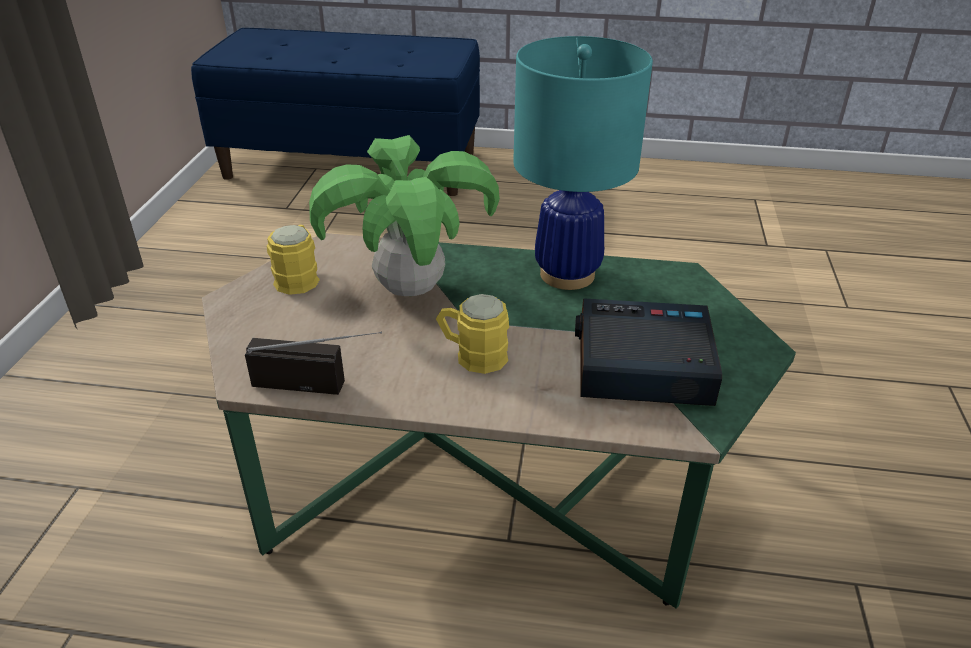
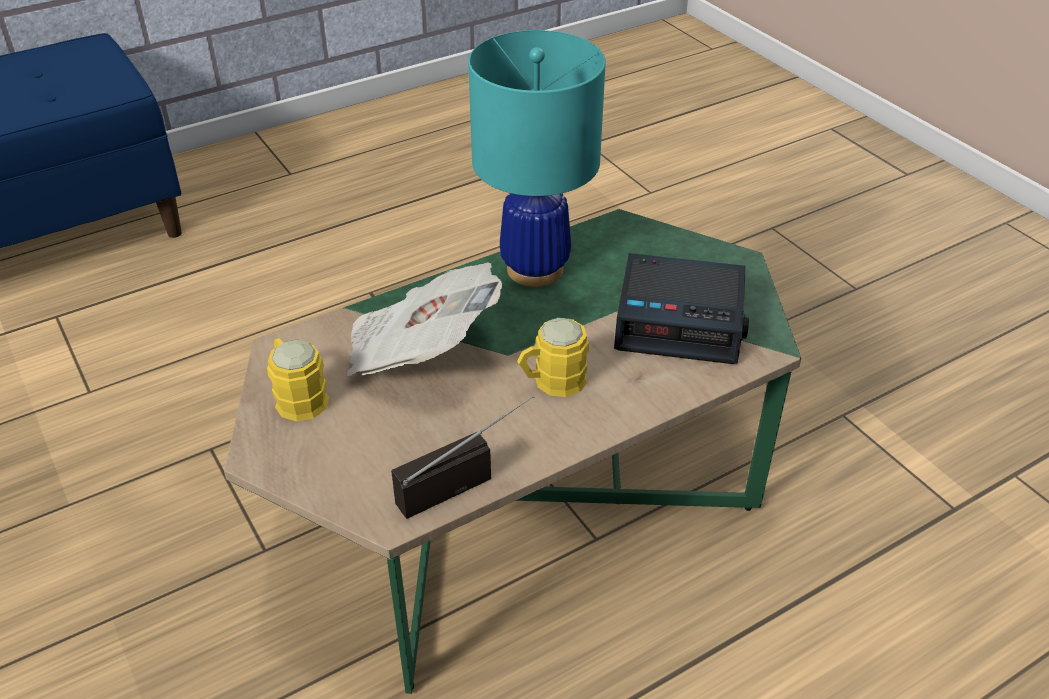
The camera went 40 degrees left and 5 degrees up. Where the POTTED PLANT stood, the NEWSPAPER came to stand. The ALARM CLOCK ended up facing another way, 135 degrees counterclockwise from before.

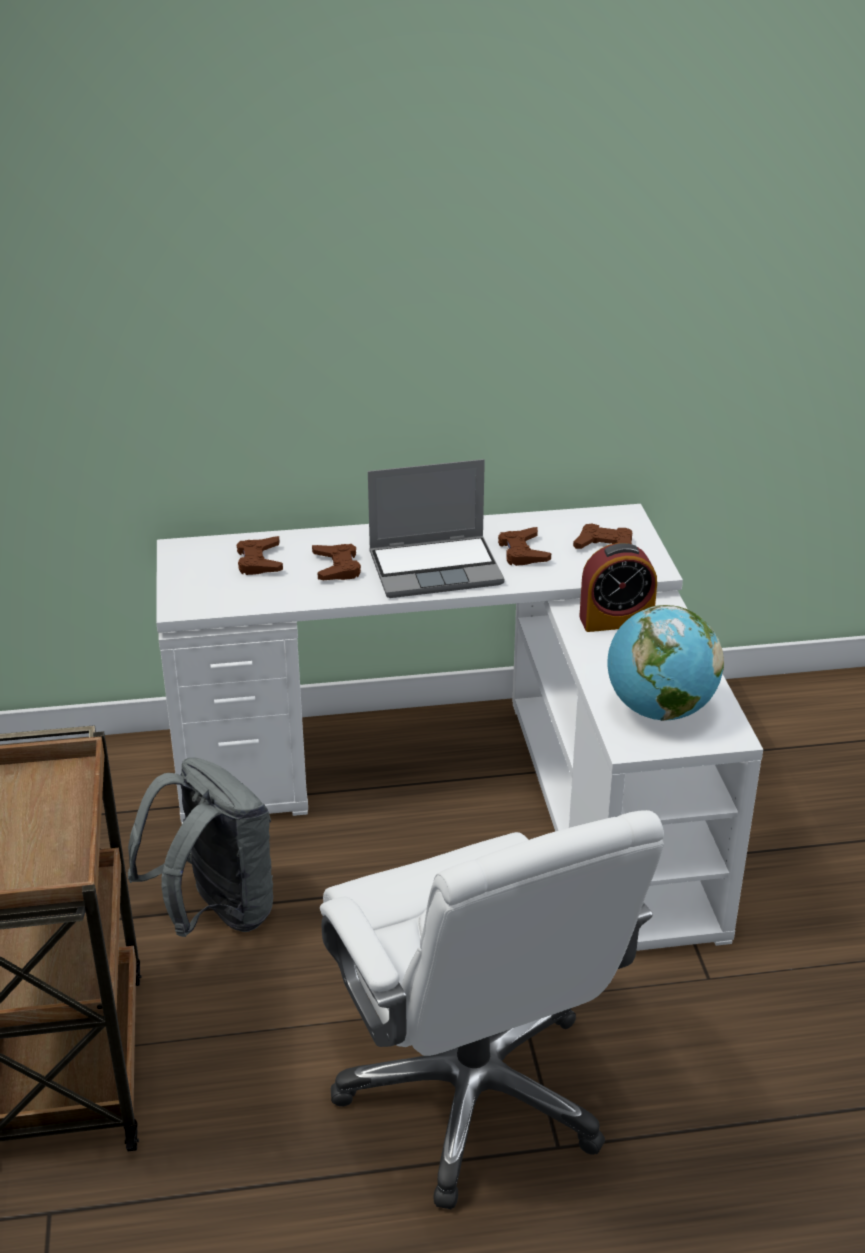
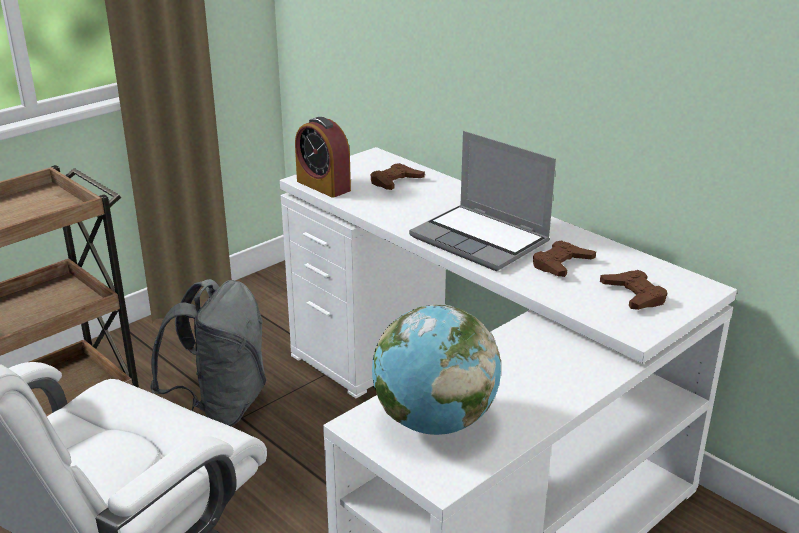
The camera went 55 degrees right and 5 degrees down. The second view lost the BROWN GAME CONTROLLER (no. 2 from left). The ALARM CLOCK ended up elsewhere.

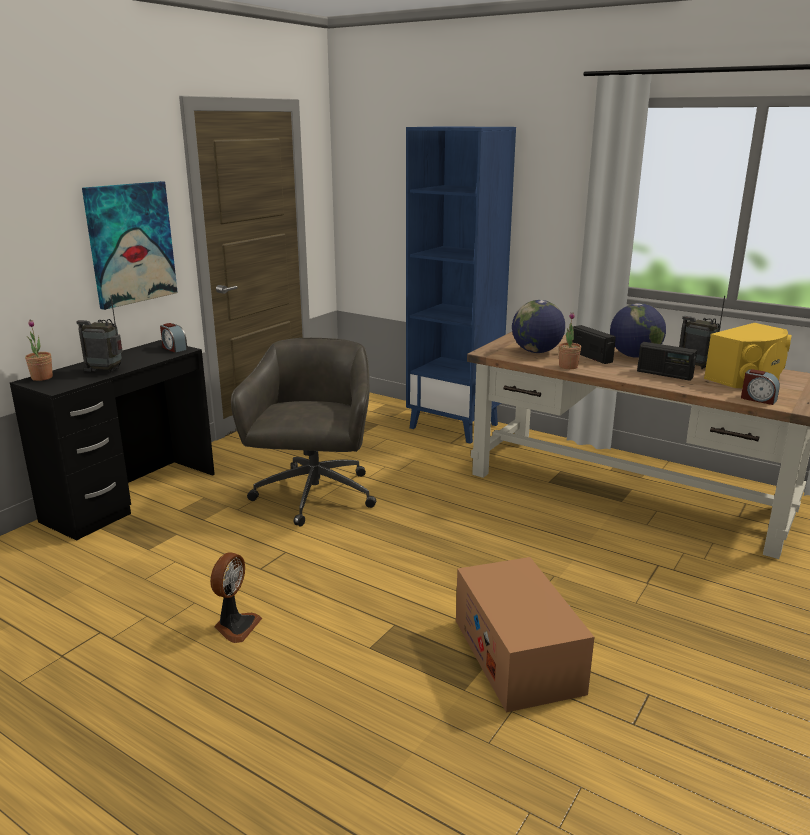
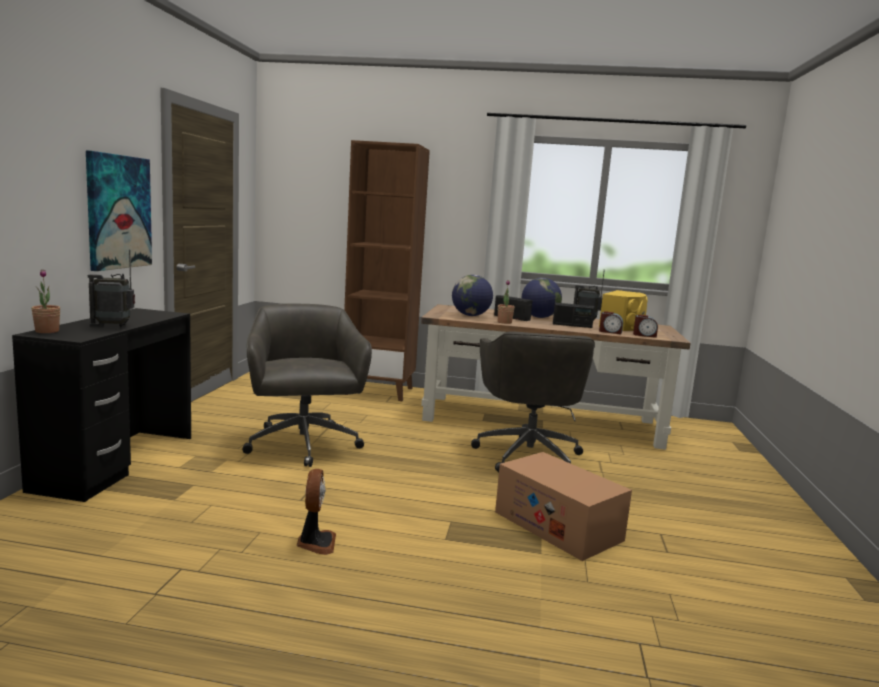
The camera went 25 degrees left and 10 degrees down. The ALARM CLOCK (no. 1 from left) ended up elsewhere. What was the BLUE BOOKCASE turned into the BROWN BOOKCASE. The second view gained the GREY OFFICE CHAIR (no. 2 from left).

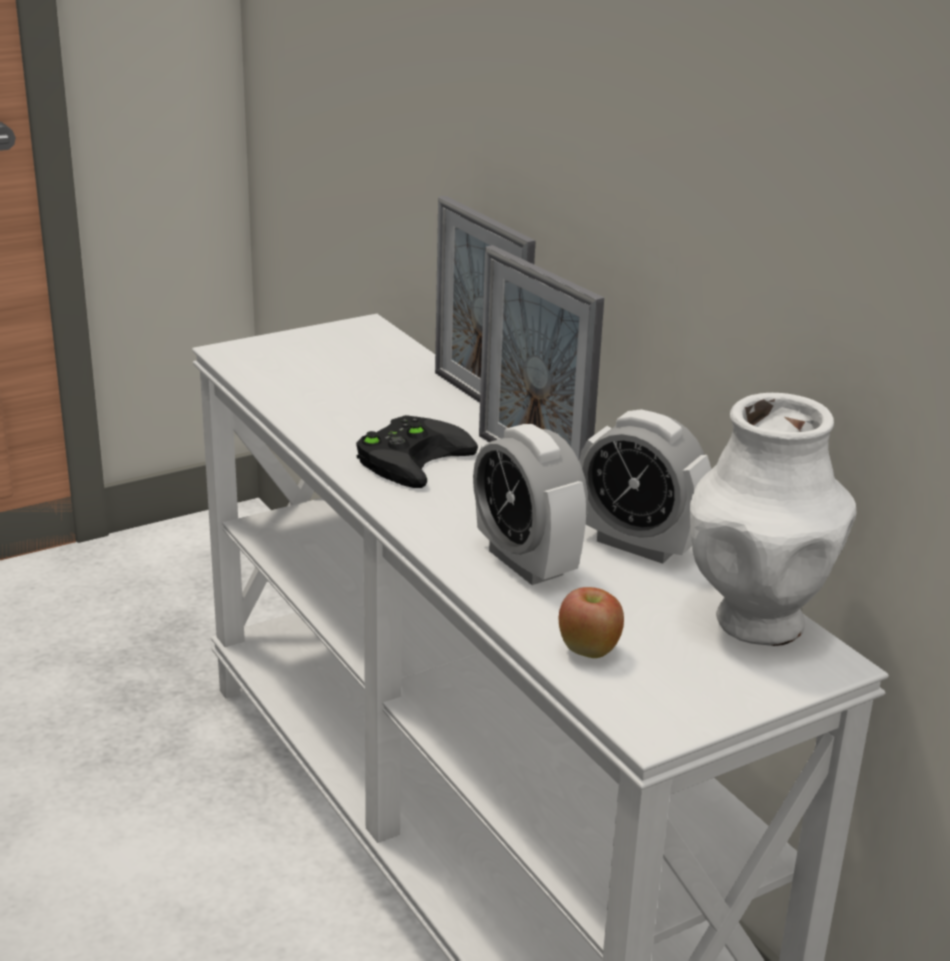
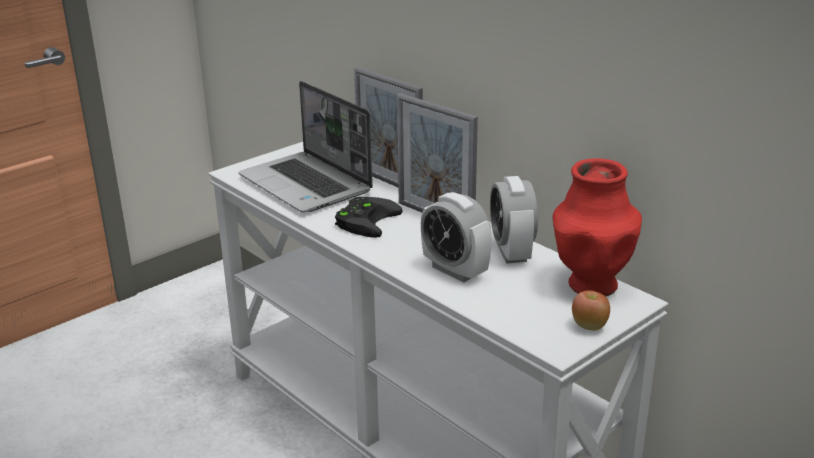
The camera went 10 degrees left and 0 degrees up. The APPLE ended up elsewhere. The ALARM CLOCK (no. 2 from left) ended up facing another way, 60 degrees clockwise from before. What was the WHITE VASE turned into the RED VASE. The second view gained the LAPTOP.

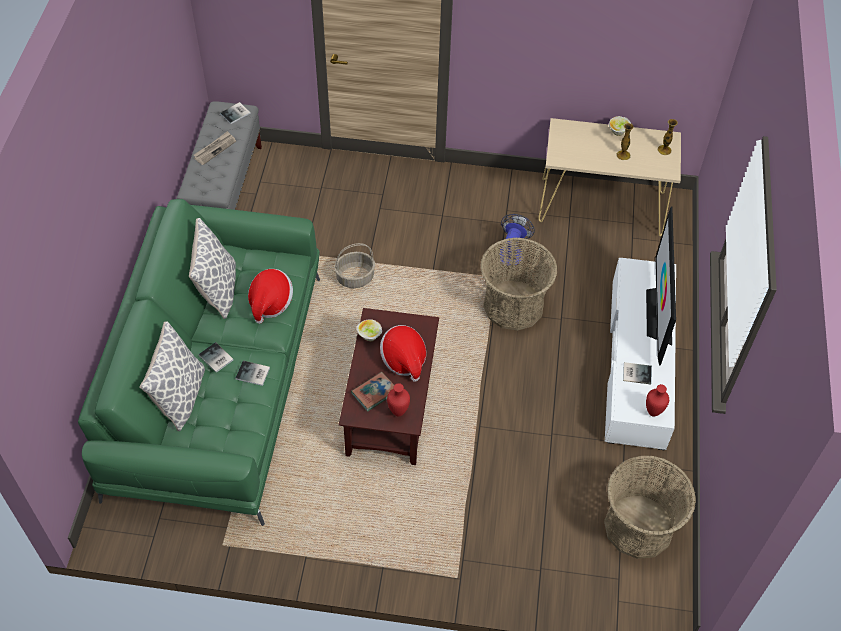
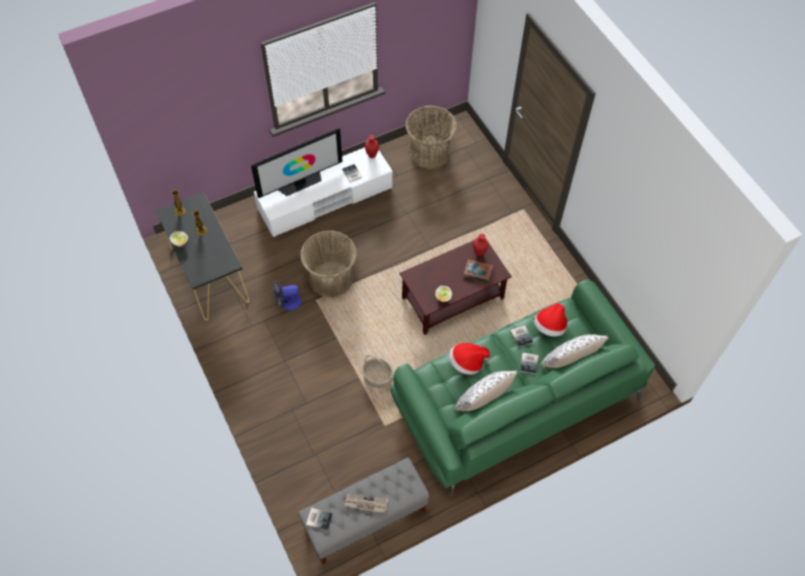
The camera went 125 degrees left and 5 degrees up. The HAT (no. 2 from left) ended up elsewhere. What was the BEIGE CONSOLE TABLE turned into the BLACK CONSOLE TABLE.

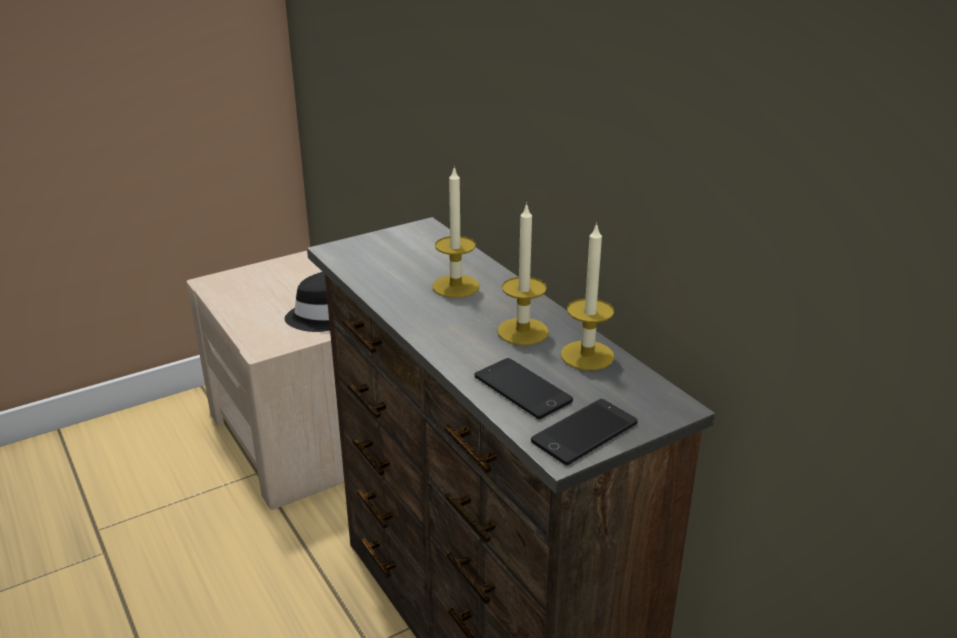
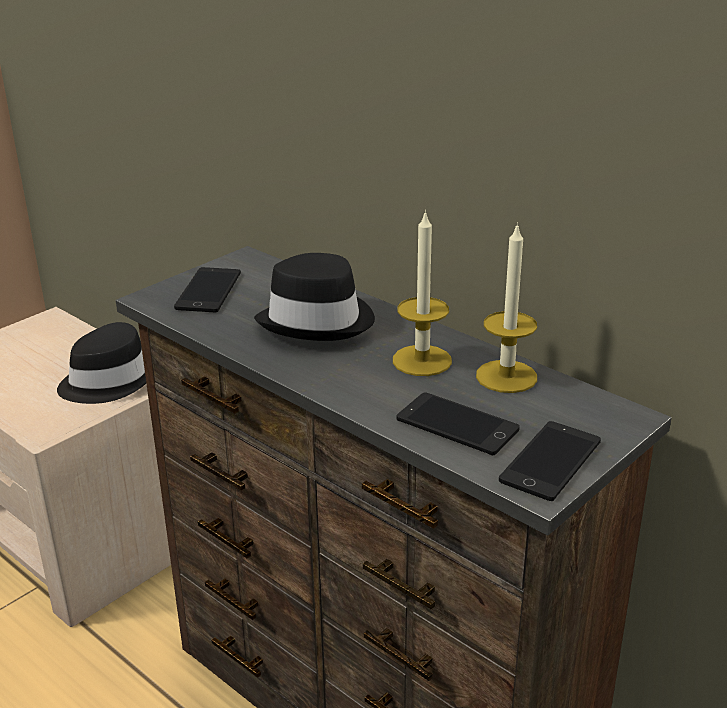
The camera went 15 degrees left and 0 degrees up. Where the CANDLE (no. 1 from left) stood, the BLACK HAT (no. 2 from left) came to stand. The second view gained the PHONE (no. 1 from left).

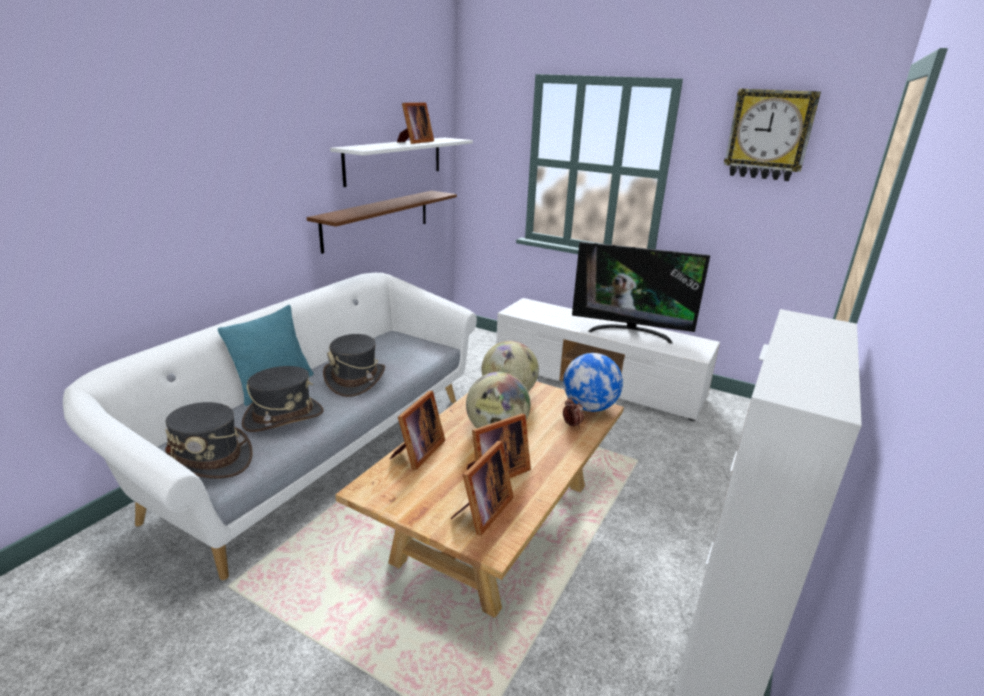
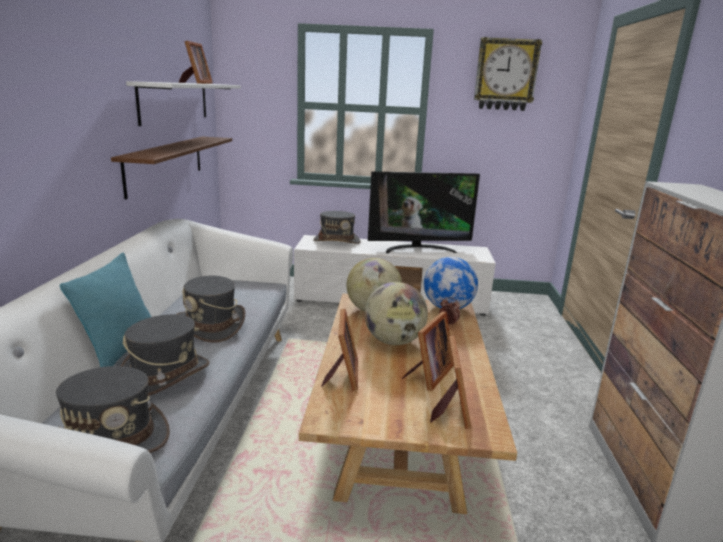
The camera went 25 degrees left and 5 degrees down. The second view gained the GREY HAT (no. 4 from left).

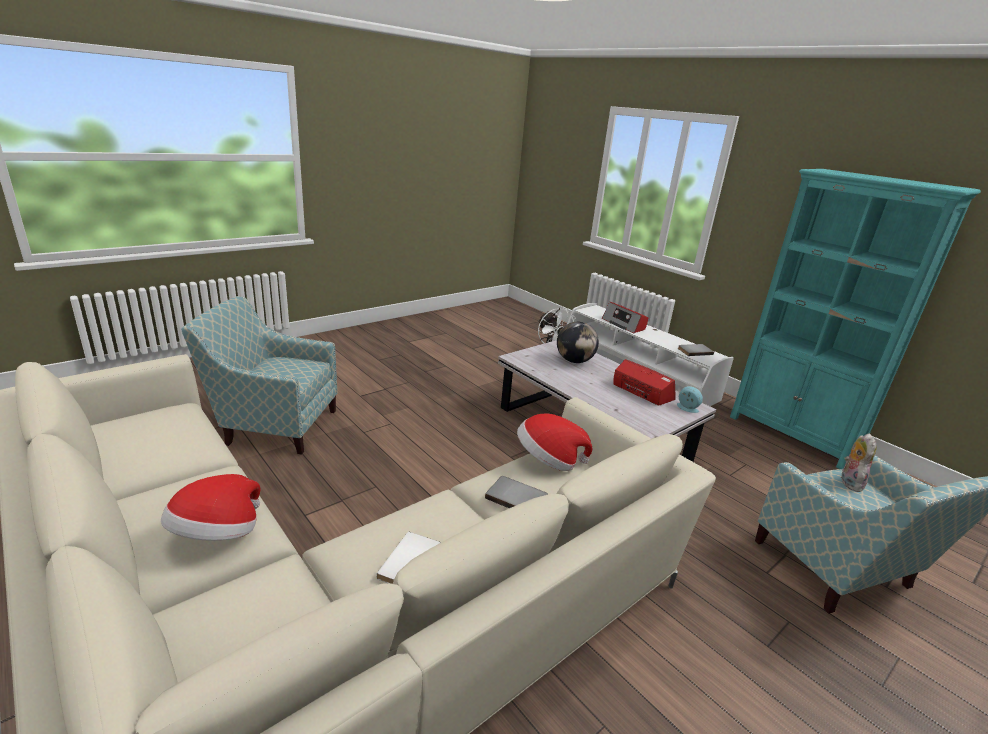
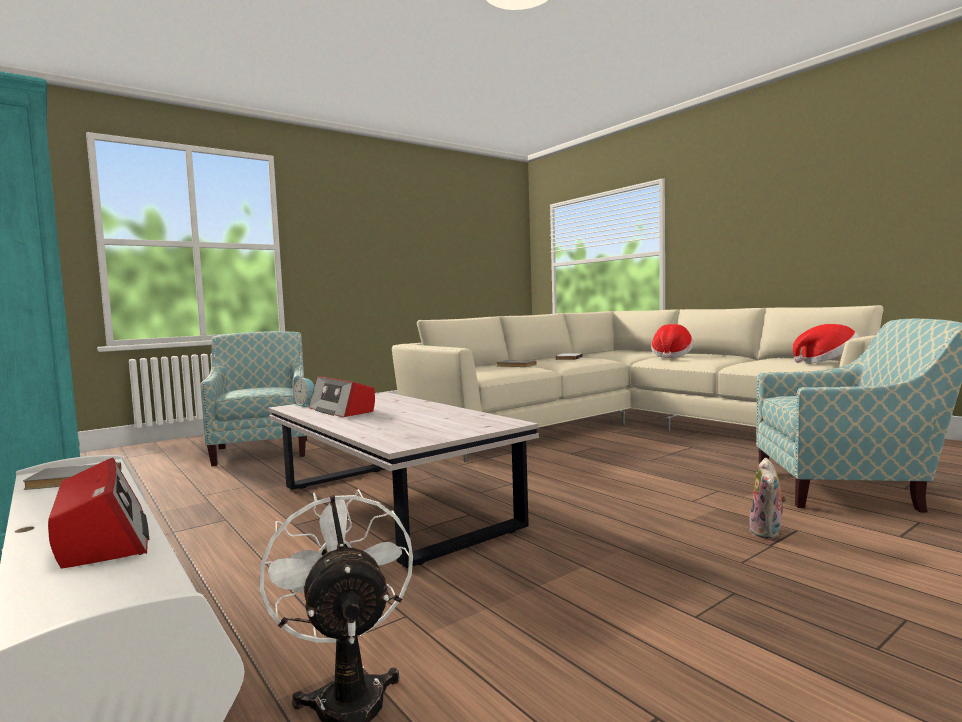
The camera went 175 degrees left and 20 degrees down. The HAT (no. 2 from left) ended up elsewhere. The second view lost the GLOBE. The PLUSH TOY ended up elsewhere.

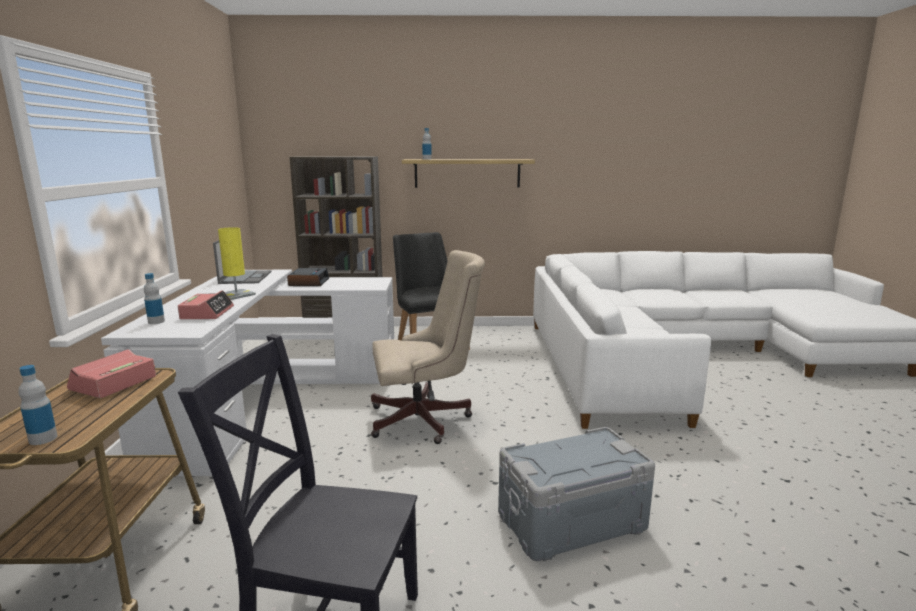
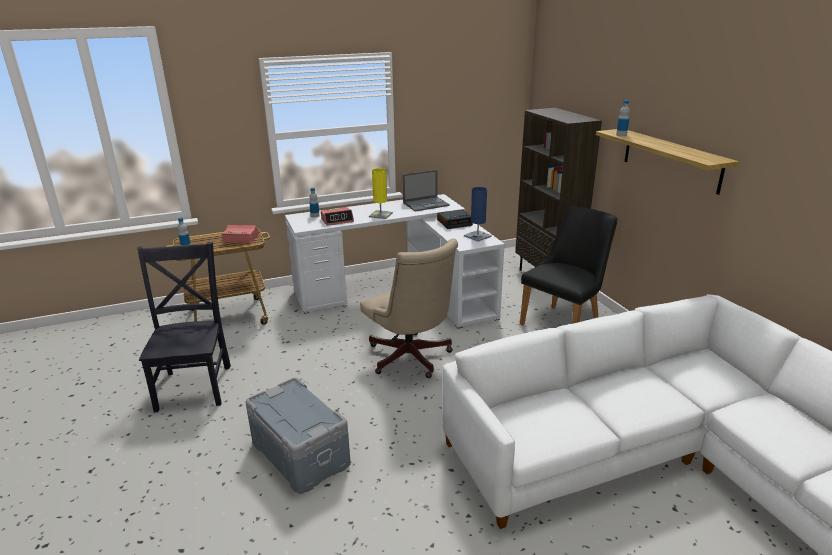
The camera went 70 degrees right and 10 degrees up. The second view gained the BLUE TABLE LAMP.

